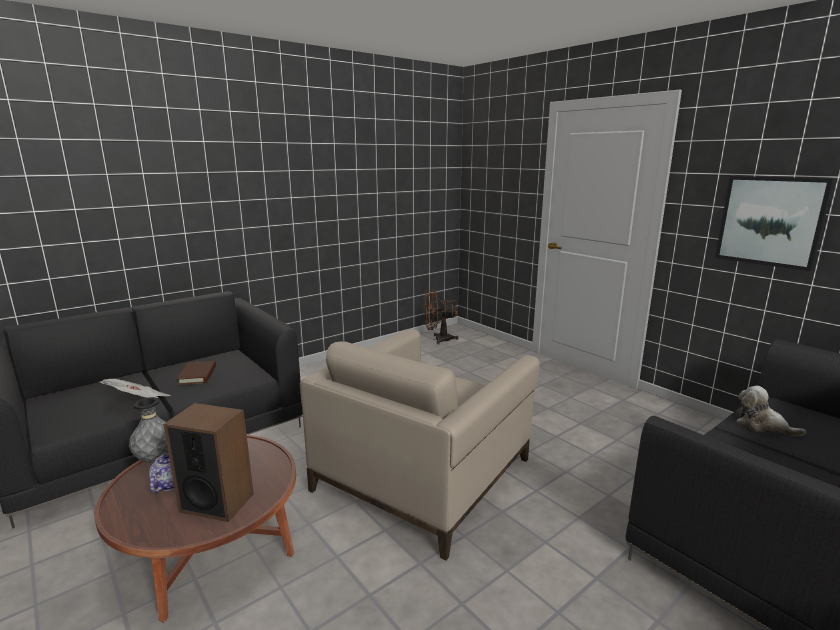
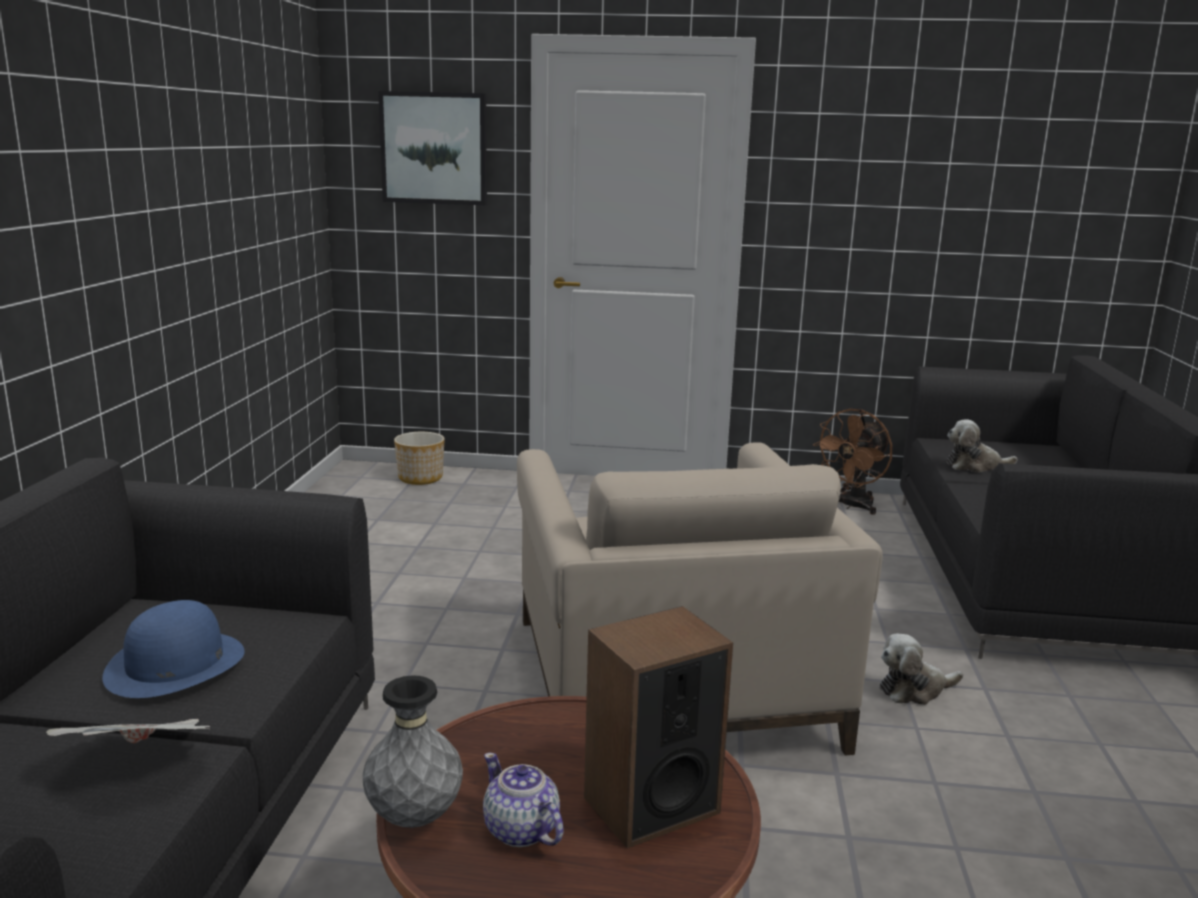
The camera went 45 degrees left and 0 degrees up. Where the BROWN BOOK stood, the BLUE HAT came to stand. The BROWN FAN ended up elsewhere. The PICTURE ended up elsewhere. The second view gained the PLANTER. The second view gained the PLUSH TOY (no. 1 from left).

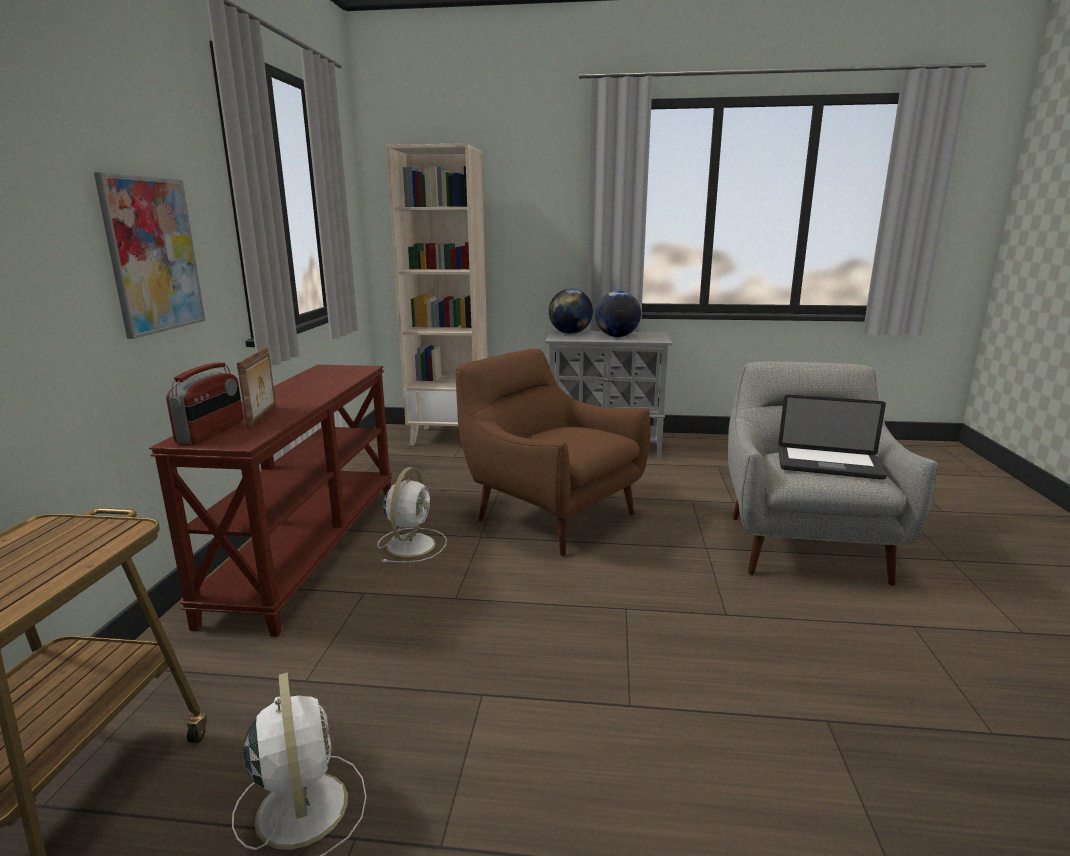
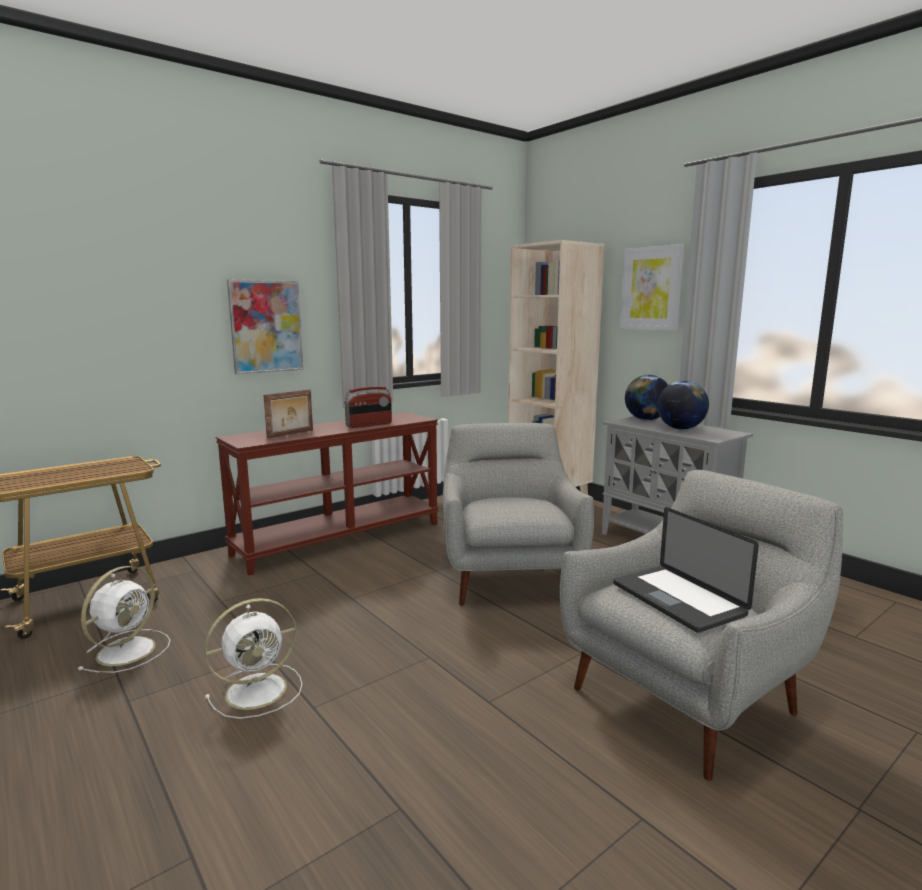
The camera went 45 degrees right and 5 degrees down. The RADIO ended up elsewhere. The WHITE FAN (no. 2 from left) ended up elsewhere. What was the BROWN ARMCHAIR turned into the GREY ARMCHAIR (no. 1 from left). The second view gained the PICTURE (no. 2 from left).

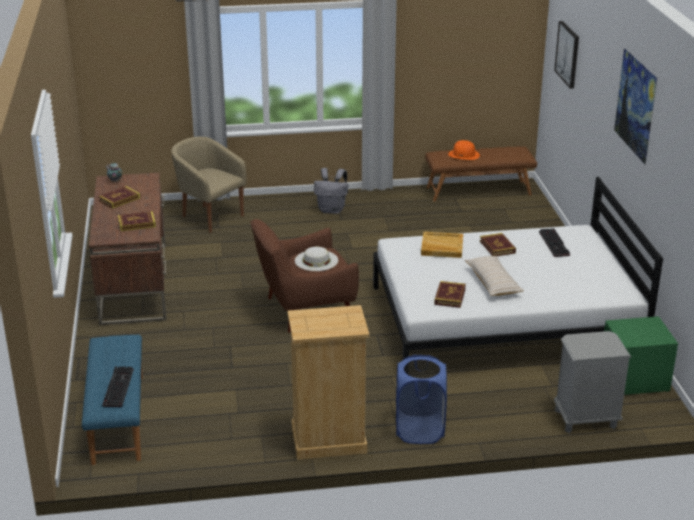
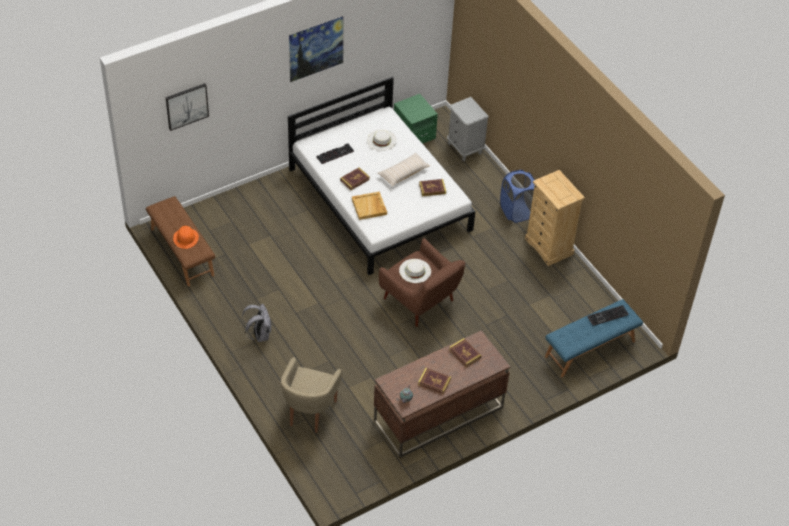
The camera went 115 degrees left and 20 degrees up. The second view gained the WHITE HAT (no. 1 from left).

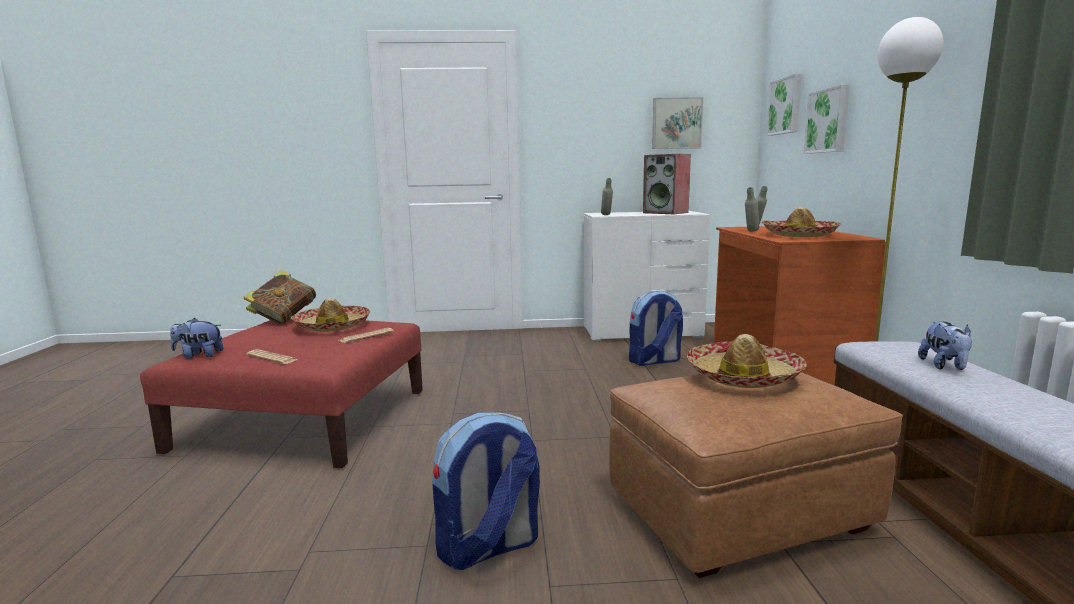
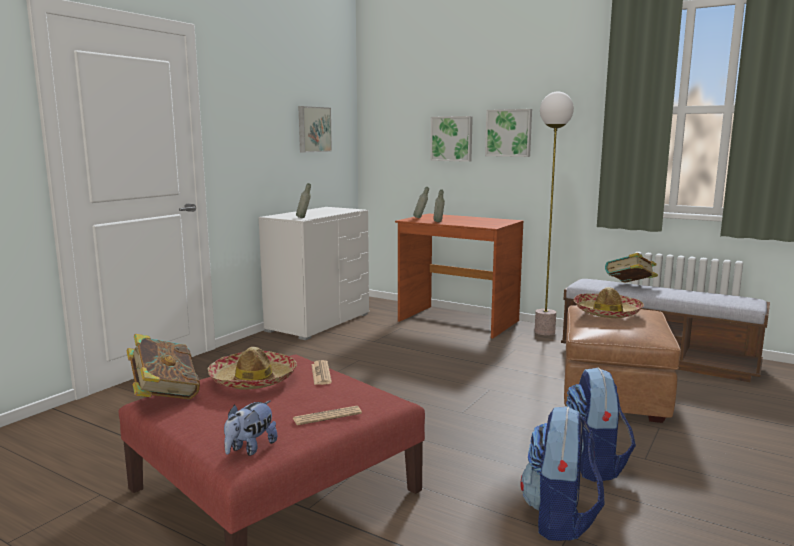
The camera went 55 degrees left and 0 degrees up. The BACKPACK (no. 2 from left in the first image) ended up elsewhere. The second view lost the SPEAKER. The second view lost the HAT (no. 3 from left). The PICTURE (no. 2 from left in the first image) ended up elsewhere. Where the PLUSH TOY (no. 2 from left) stood, the BOOK (no. 2 from left) came to stand.

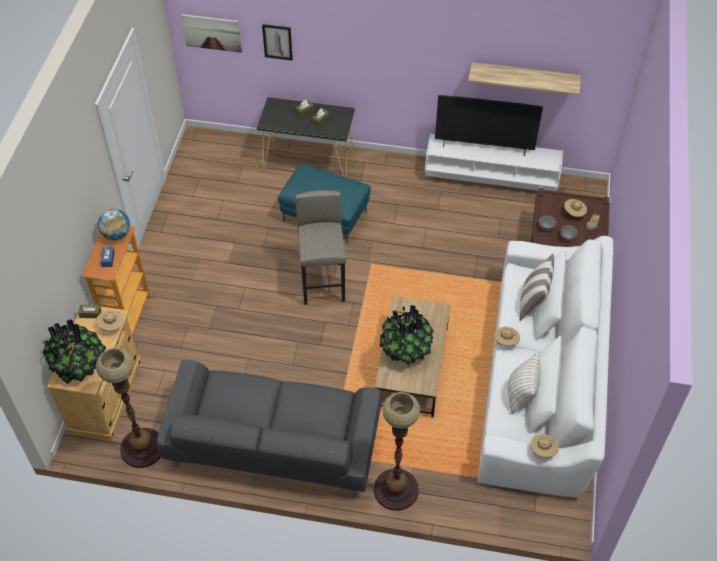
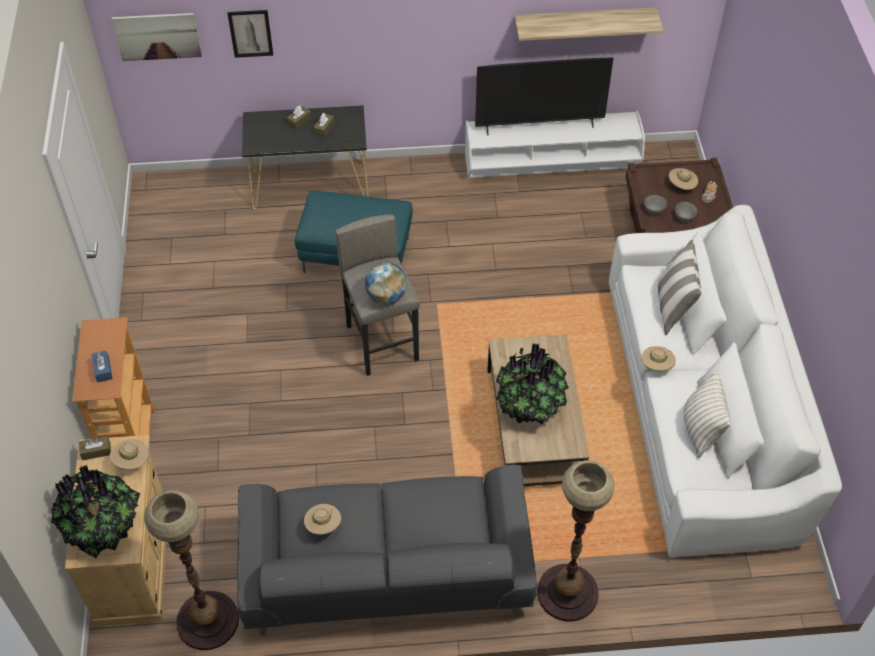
The camera went 15 degrees left and 0 degrees up. The GLOBE ended up elsewhere. The BEIGE HAT (no. 3 from left in the first image) ended up elsewhere.

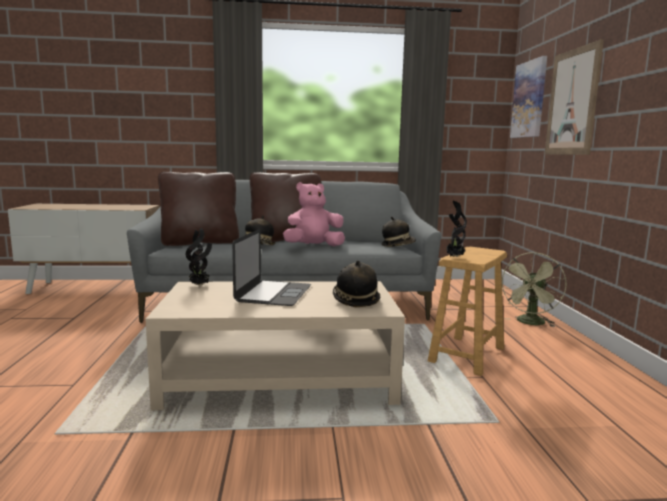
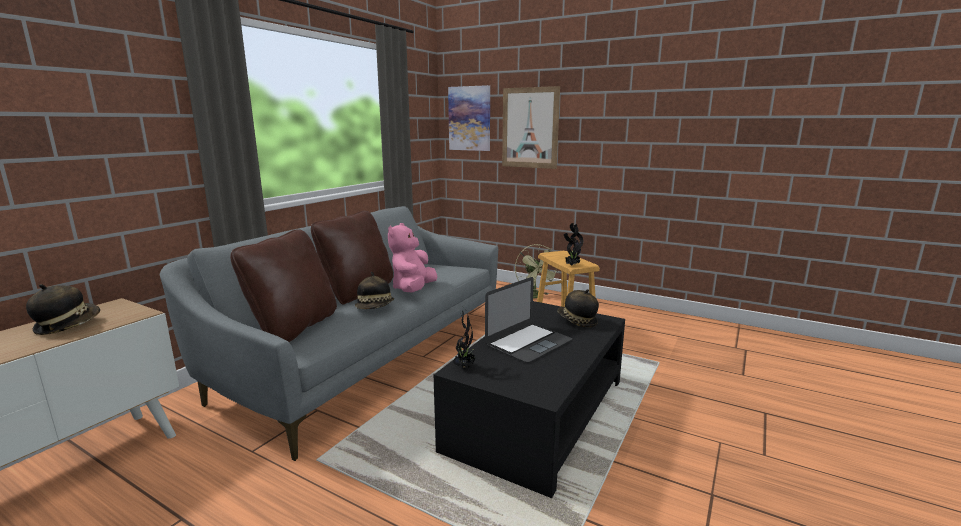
The camera went 55 degrees left and 5 degrees up. What was the BEIGE COFFEE TABLE turned into the BLACK COFFEE TABLE. The LAPTOP ended up facing another way, 90 degrees clockwise from before. The HAT (no. 3 from left in the first image) ended up elsewhere.

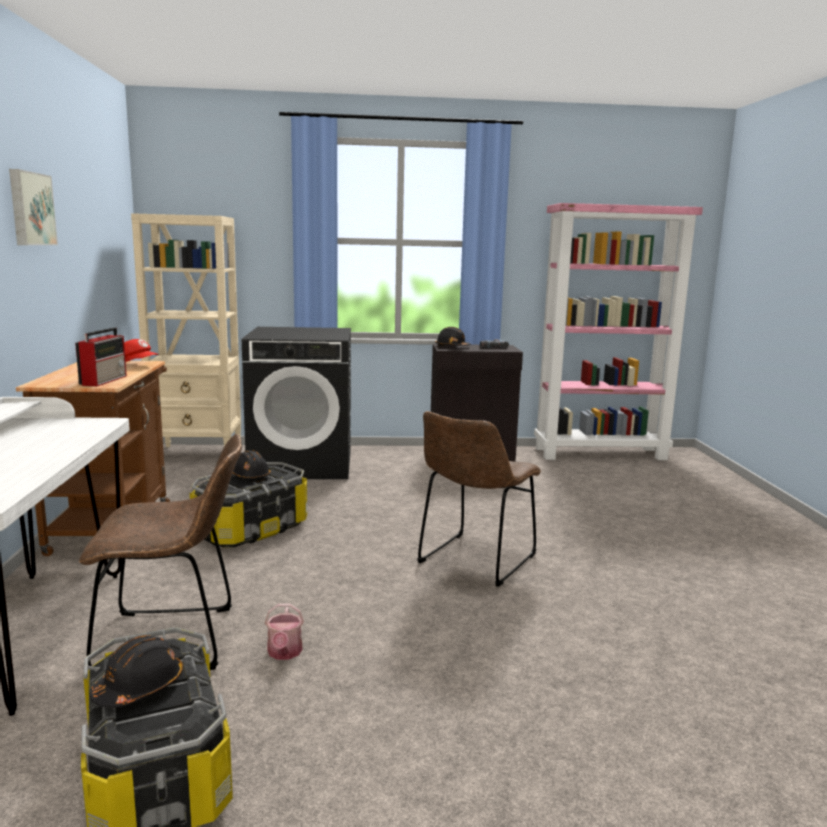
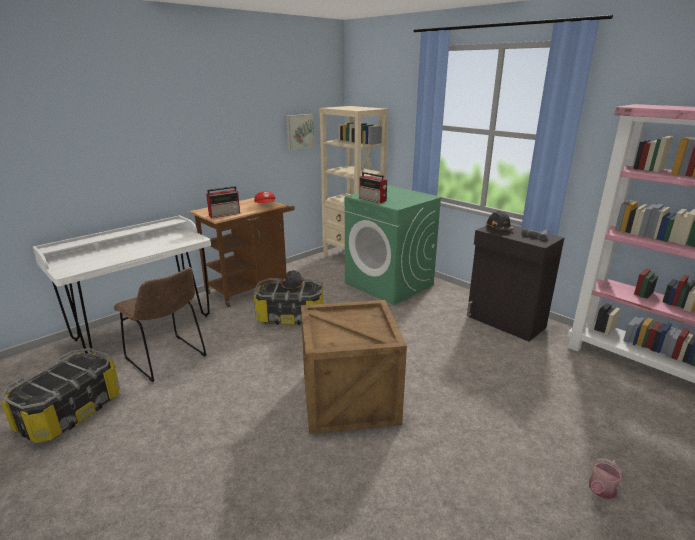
The camera went 50 degrees right and 10 degrees up. The PICTURE ended up elsewhere. The second view lost the BLACK HARD HAT (no. 1 from left). What was the BLACK WASHING MACHINE turned into the GREEN WASHING MACHINE. The WATERING CAN ended up elsewhere. Where the BROWN CHAIR (no. 2 from left) stood, the CRATE came to stand. The second view gained the RADIO (no. 2 from left).

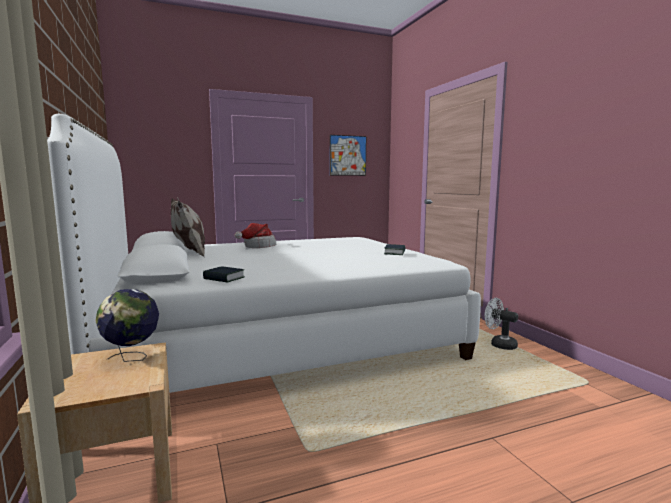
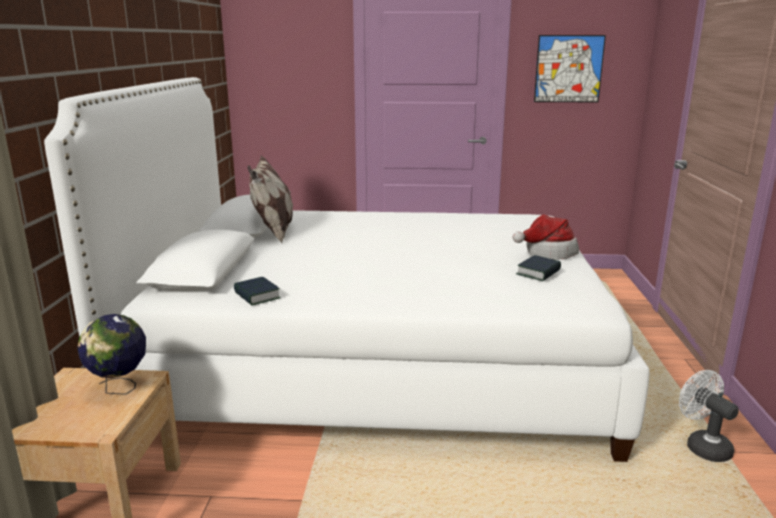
The camera went 25 degrees right and 10 degrees up. The HAT ended up elsewhere.

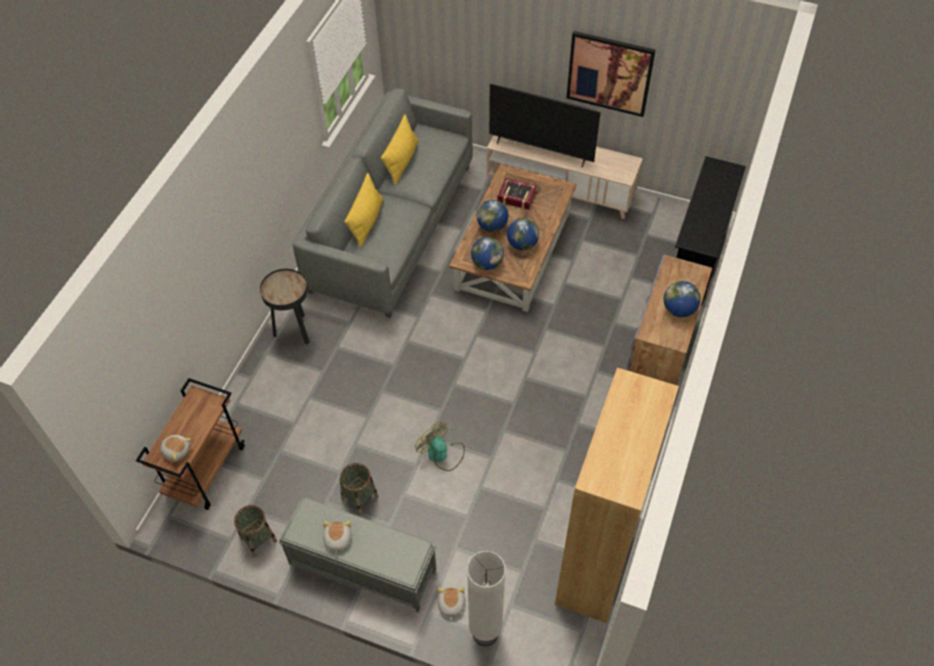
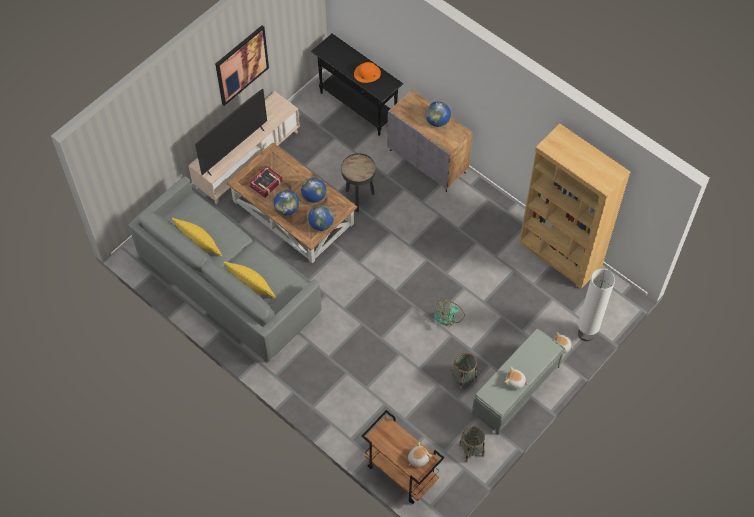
The camera went 70 degrees left and 5 degrees up. The BLACK SIDE TABLE ended up elsewhere. The second view gained the ORANGE HAT.

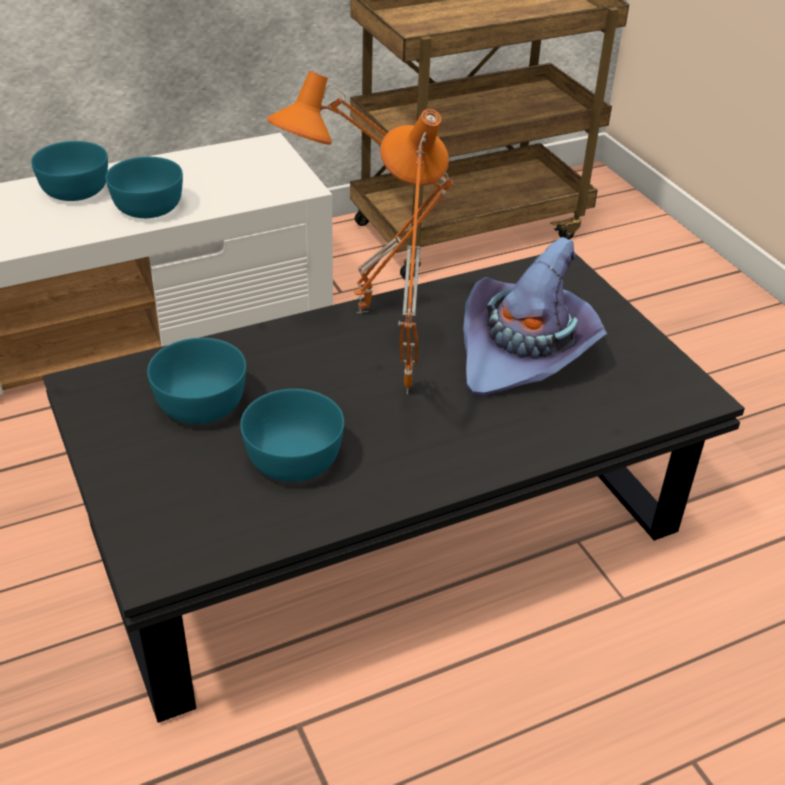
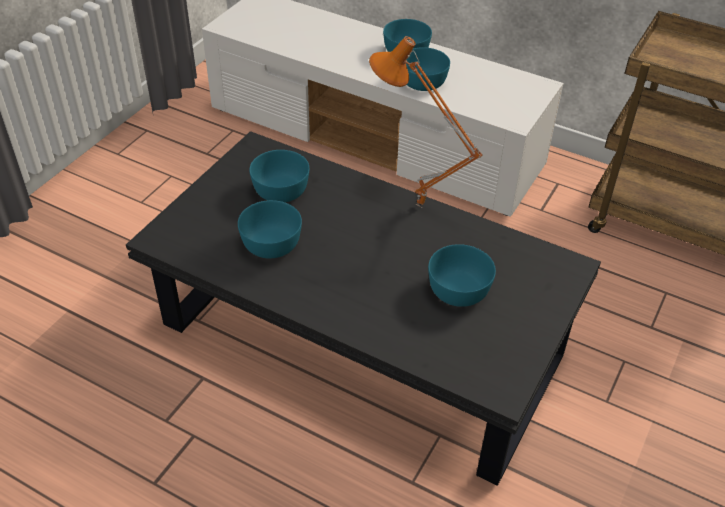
The camera went 55 degrees right and 5 degrees up. The second view lost the ORANGE TABLE LAMP (no. 2 from left). Where the PURPLE HAT stood, the TURQUOISE BOWL (no. 5 from left) came to stand.

